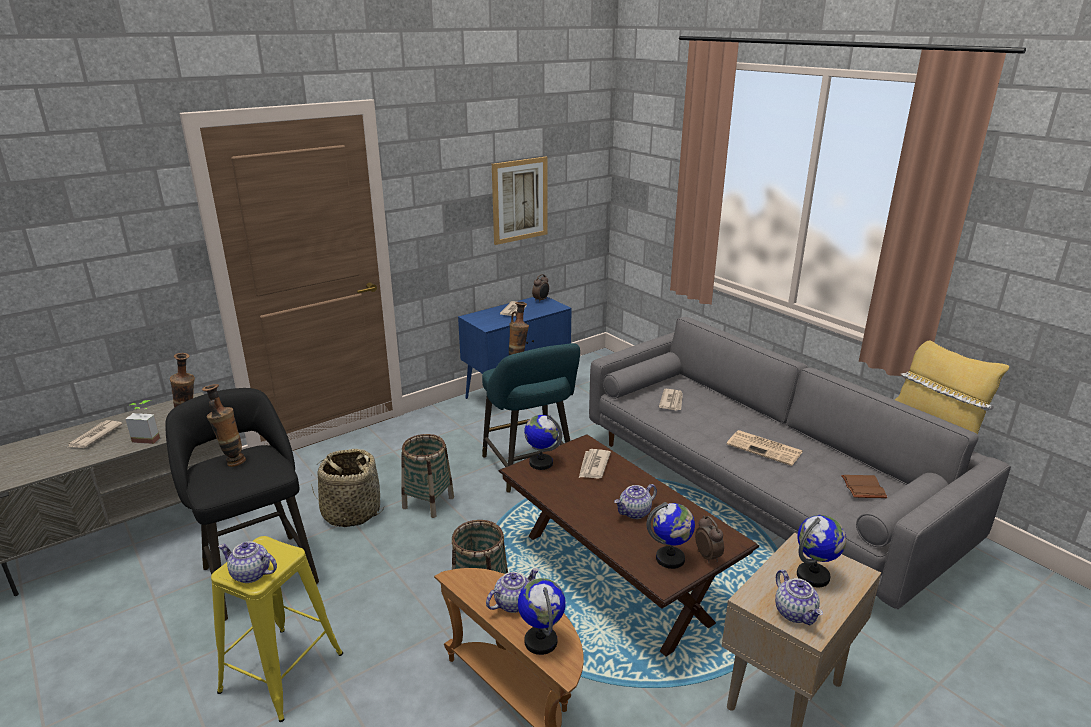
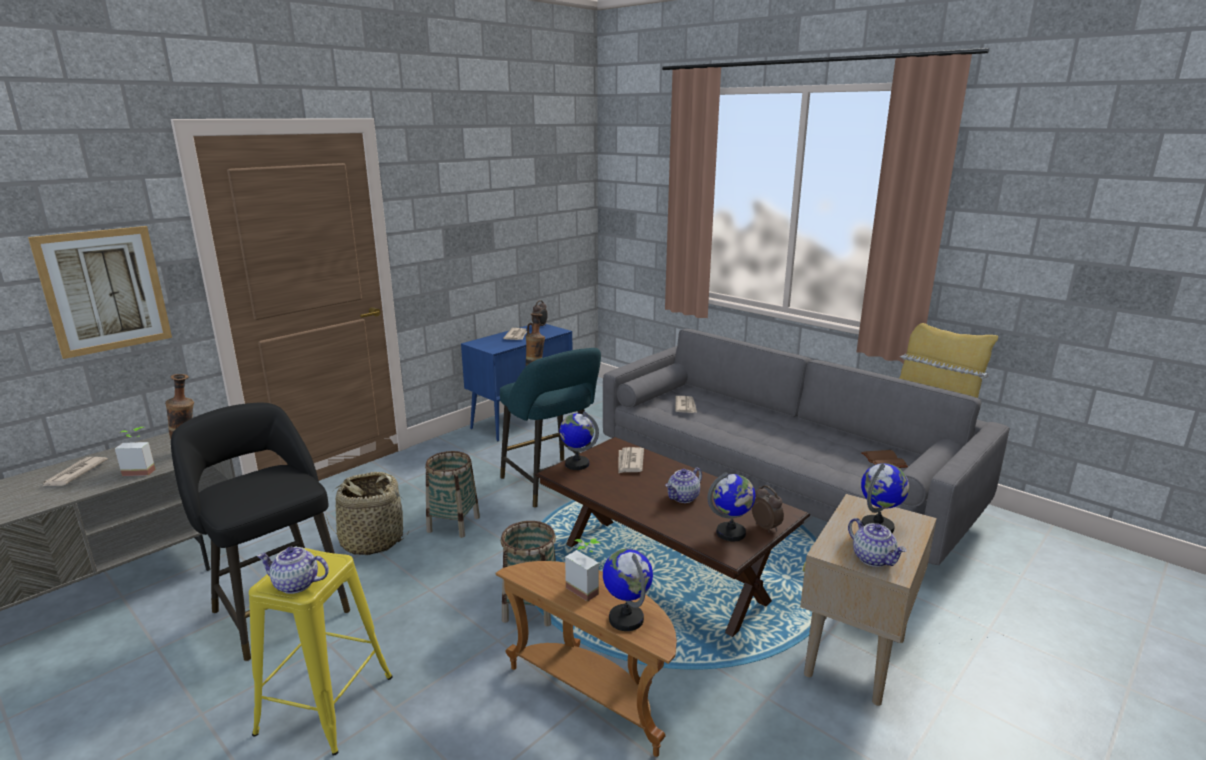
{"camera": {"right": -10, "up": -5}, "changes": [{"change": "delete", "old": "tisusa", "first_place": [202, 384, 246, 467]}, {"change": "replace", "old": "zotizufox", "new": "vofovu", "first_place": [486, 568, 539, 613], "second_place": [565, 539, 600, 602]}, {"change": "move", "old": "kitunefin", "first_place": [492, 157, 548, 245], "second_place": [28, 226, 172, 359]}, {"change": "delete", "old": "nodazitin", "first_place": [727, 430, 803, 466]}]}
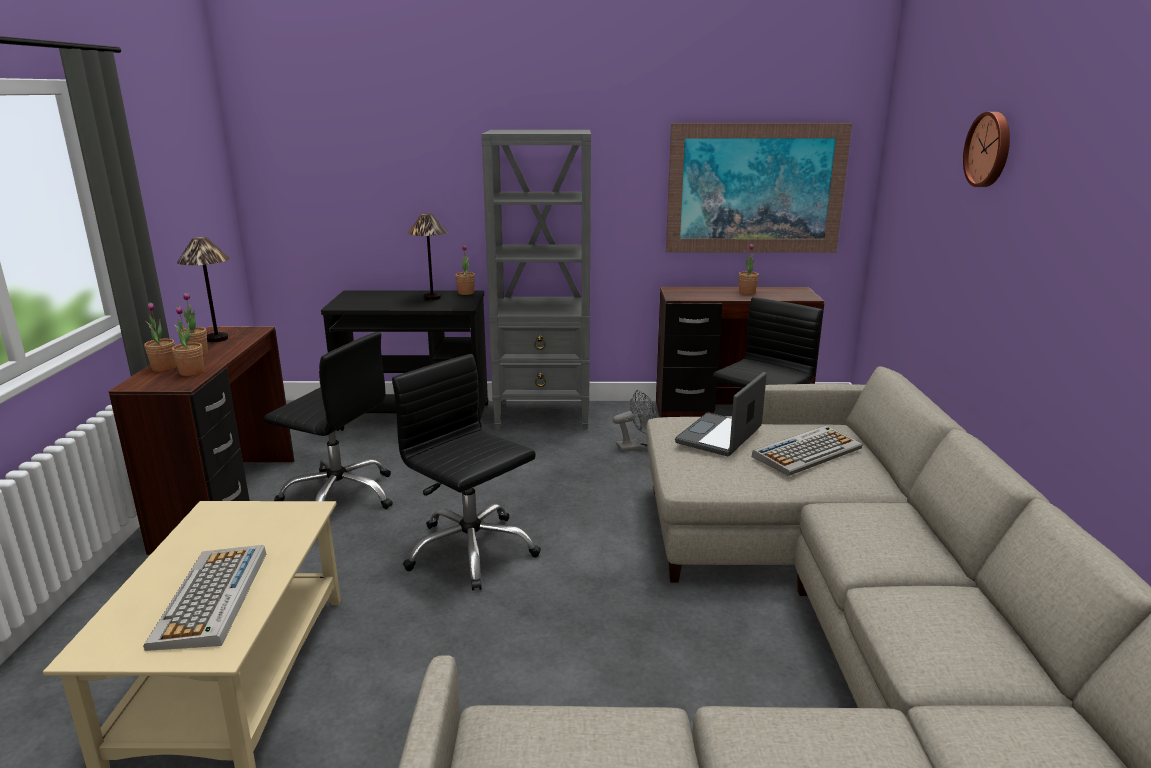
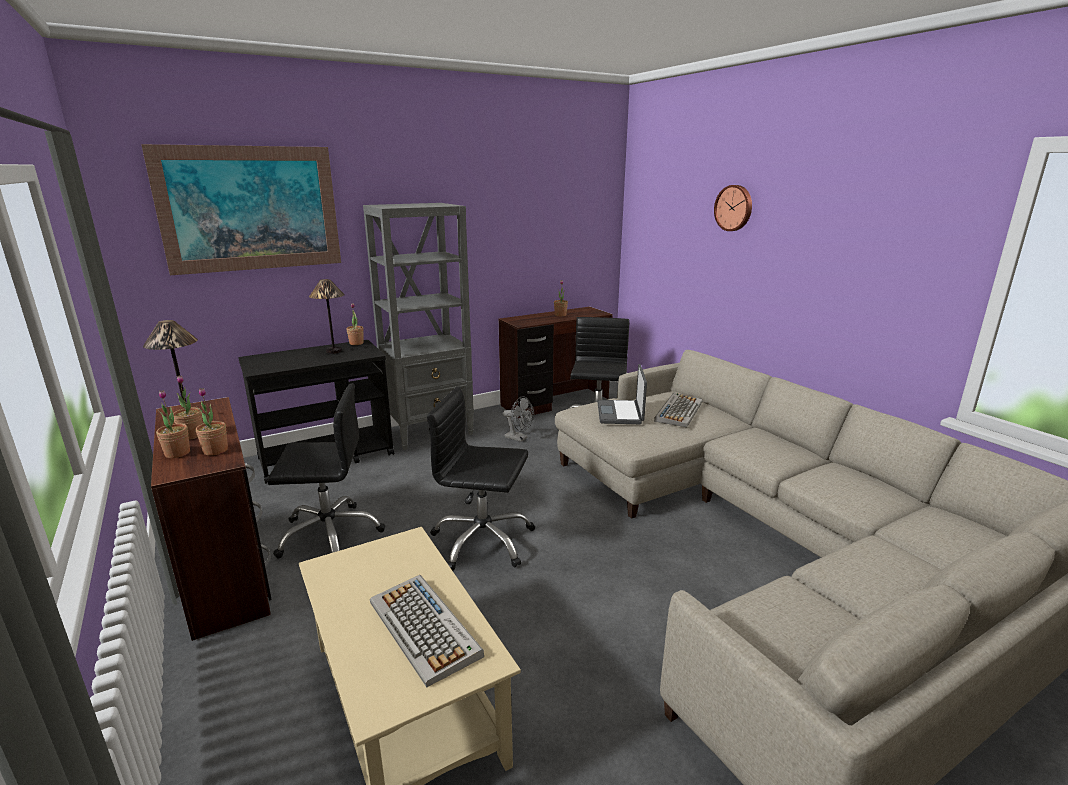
{"camera": {"right": -30, "up": 0}, "changes": [{"change": "rotate", "old": "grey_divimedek", "first_place": [613, 390, 656, 452], "second_place": [503, 396, 534, 442], "degrees": 75}, {"change": "move", "old": "kitunefin", "first_place": [666, 123, 852, 253], "second_place": [141, 144, 341, 275]}]}
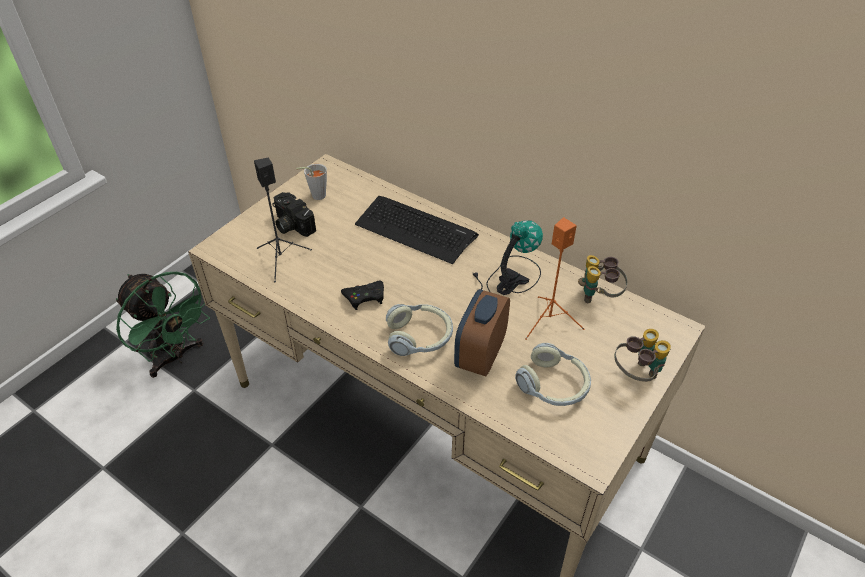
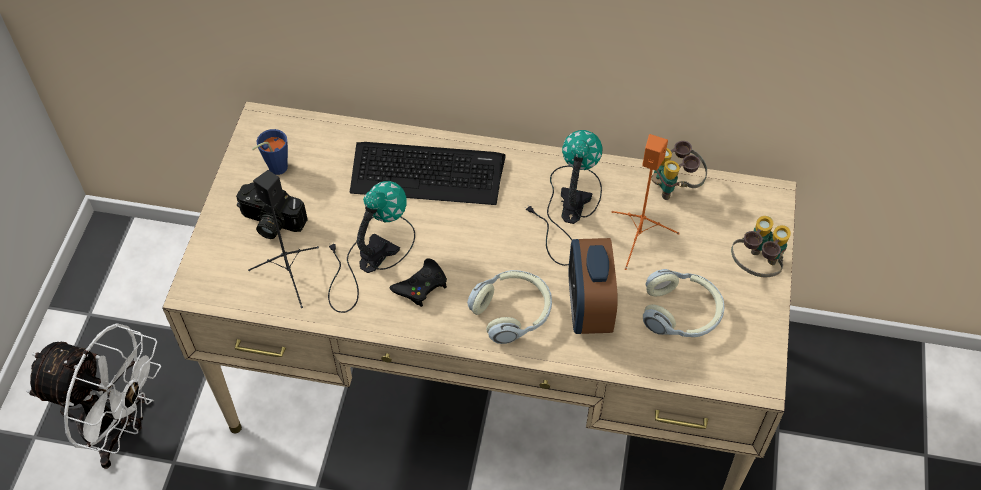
{"camera": {"right": -25, "up": 10}, "changes": [{"change": "recolor", "old": "green_divimedek", "new": "white_divimedek", "first_place": [116, 272, 210, 378], "second_place": [26, 323, 161, 469]}, {"change": "recolor", "old": "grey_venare", "new": "blue_venare", "first_place": [296, 164, 327, 200], "second_place": [252, 129, 288, 175]}, {"change": "insert", "new": "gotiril", "second_place": [328, 181, 415, 313]}]}
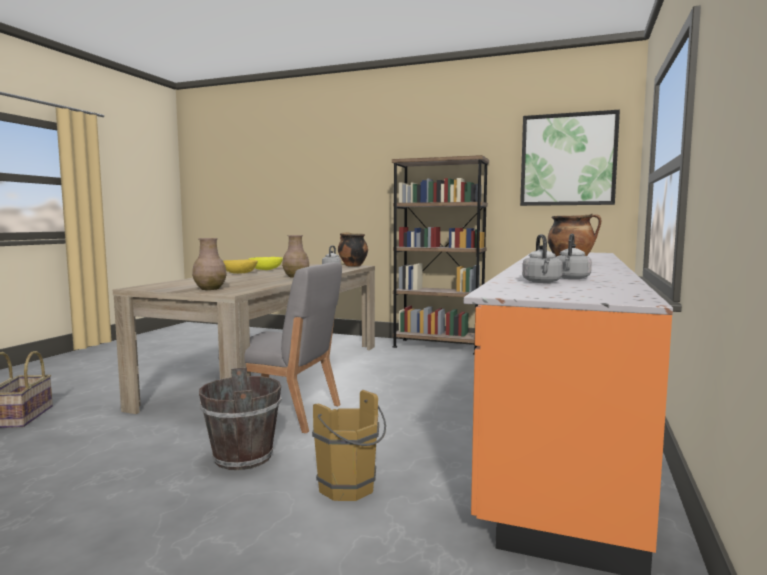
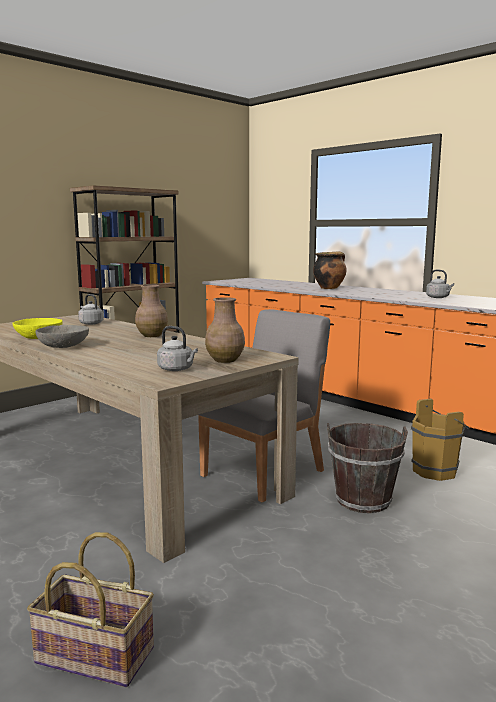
{"camera": {"right": -65, "up": 5}, "changes": [{"change": "recolor", "old": "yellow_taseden", "new": "grey_taseden", "first_place": [223, 259, 258, 274], "second_place": [35, 325, 89, 348]}, {"change": "delete", "old": "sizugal", "first_place": [338, 232, 368, 267]}, {"change": "delete", "old": "kitunefin", "first_place": [520, 110, 620, 206]}, {"change": "move", "old": "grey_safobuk", "first_place": [522, 234, 563, 283], "second_place": [157, 326, 198, 371]}]}
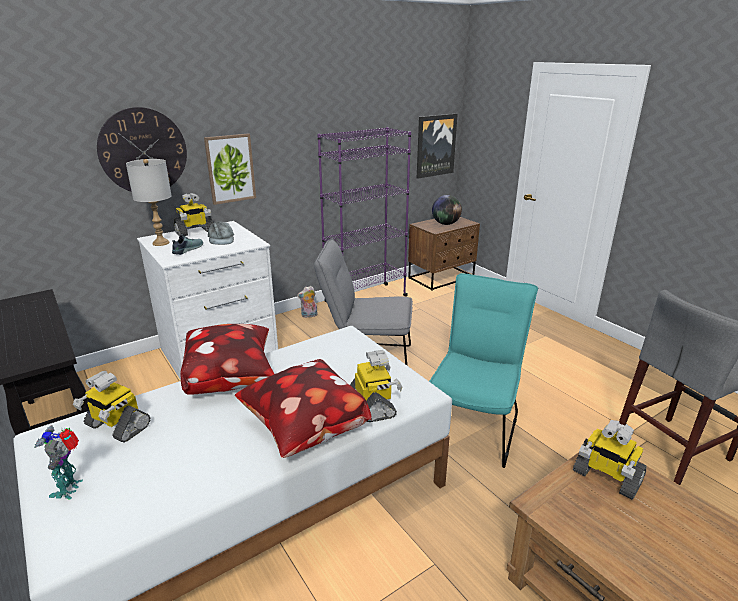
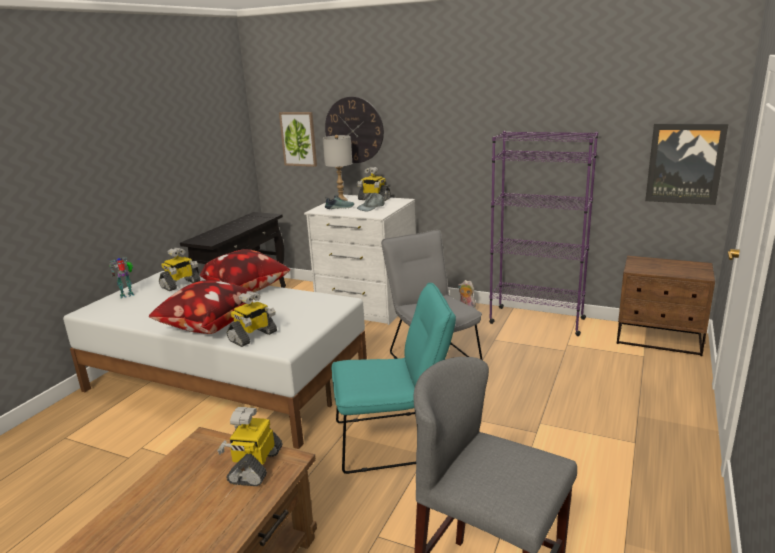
{"camera": {"right": 60, "up": -5}, "changes": [{"change": "rotate", "old": "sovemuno", "first_place": [73, 371, 150, 443], "second_place": [159, 247, 201, 291], "degrees": -135}, {"change": "move", "old": "kitunefin", "first_place": [204, 134, 256, 205], "second_place": [279, 112, 317, 167]}, {"change": "delete", "old": "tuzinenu", "first_place": [432, 195, 462, 225]}]}
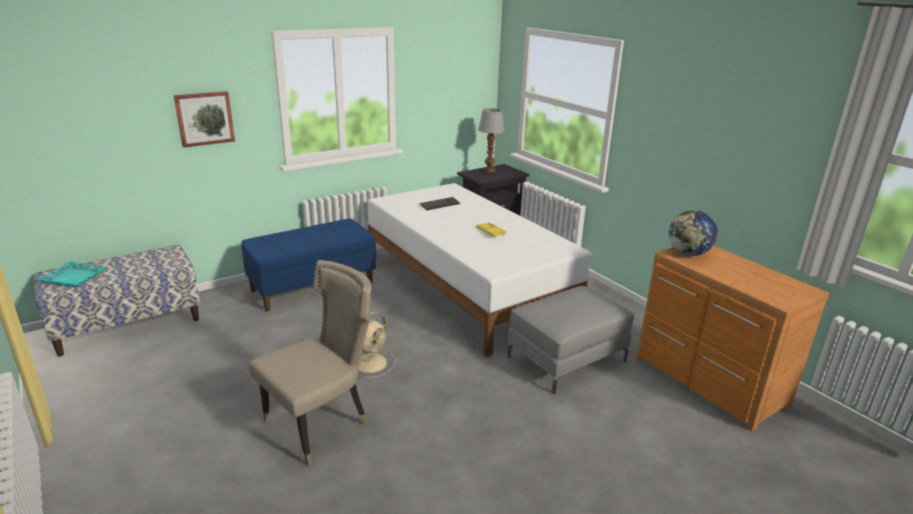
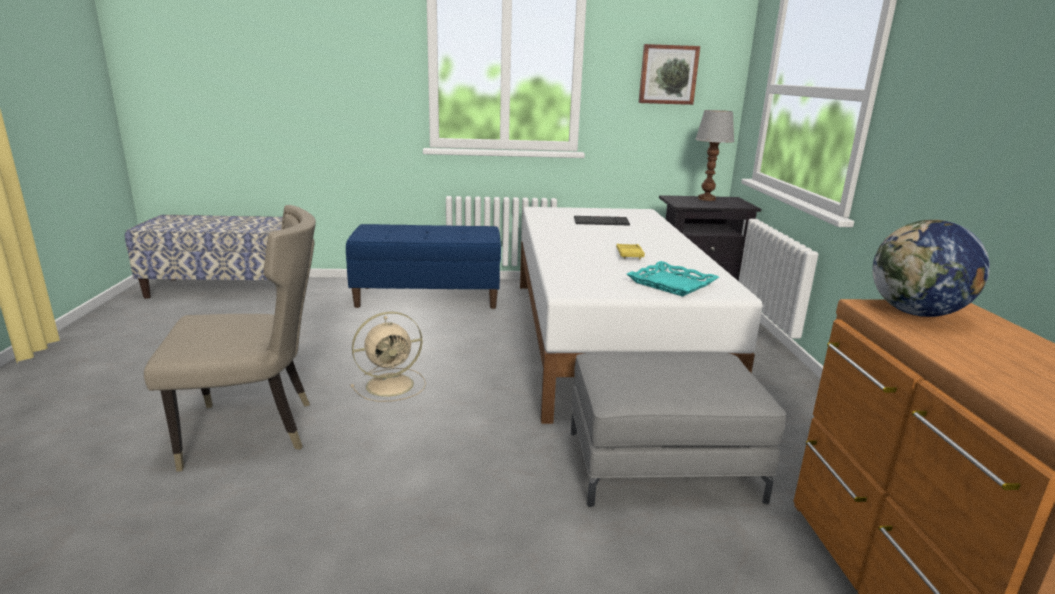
{"camera": {"right": 30, "up": -5}, "changes": [{"change": "move", "old": "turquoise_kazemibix", "first_place": [37, 261, 106, 288], "second_place": [627, 261, 719, 297]}, {"change": "move", "old": "kitunefin", "first_place": [174, 91, 235, 148], "second_place": [638, 44, 700, 105]}]}
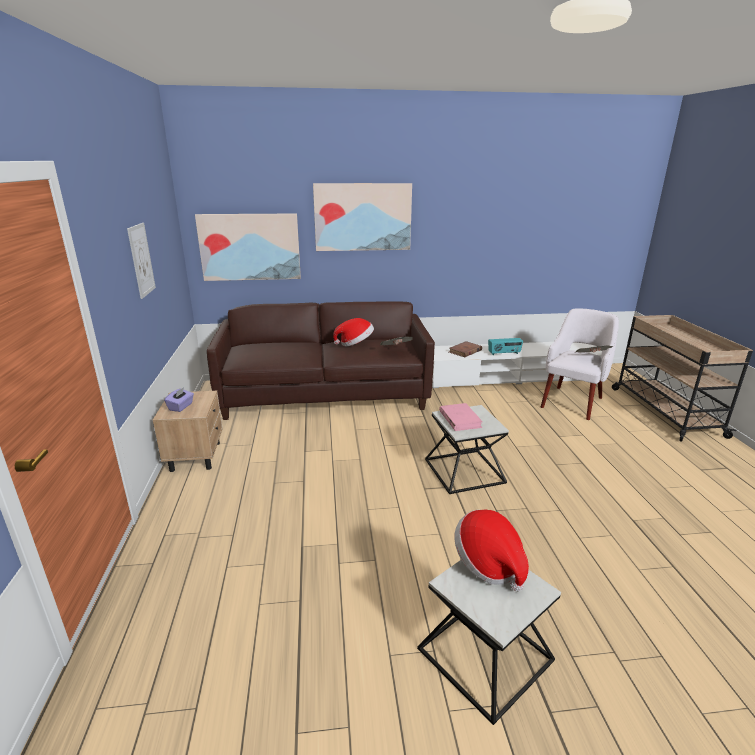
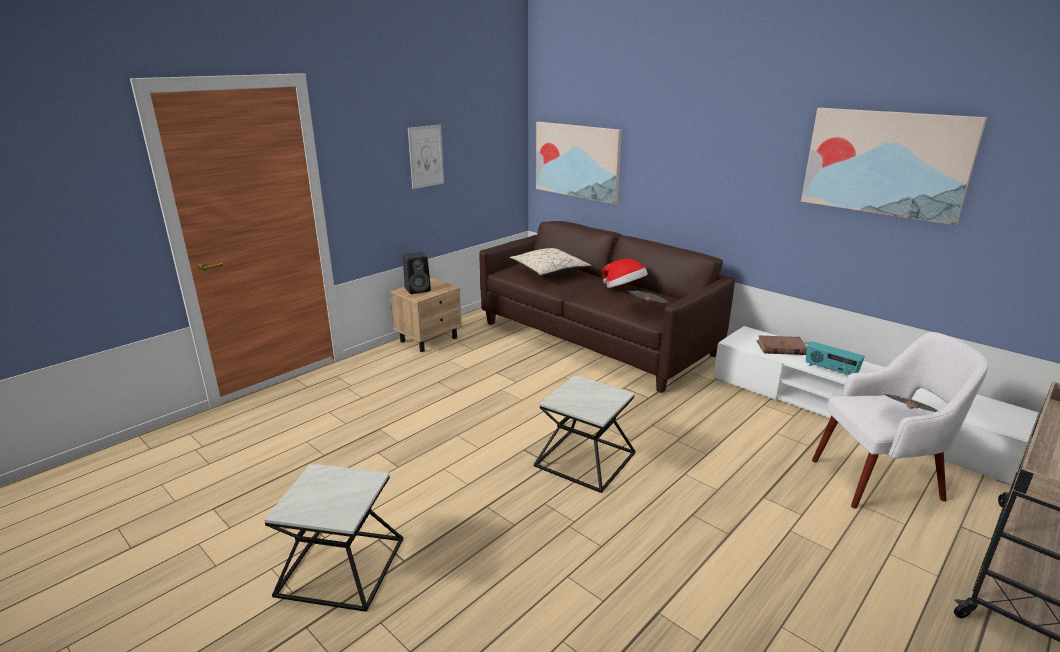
{"camera": {"right": 50, "up": 0}, "changes": [{"change": "replace", "old": "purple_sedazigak", "new": "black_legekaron", "first_place": [164, 387, 194, 412], "second_place": [403, 252, 431, 294]}, {"change": "move", "old": "kitunefin", "first_place": [313, 183, 412, 251], "second_place": [801, 108, 987, 225]}, {"change": "delete", "old": "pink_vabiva", "first_place": [439, 403, 483, 431]}, {"change": "delete", "old": "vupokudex", "first_place": [454, 510, 529, 591]}, {"change": "insert", "new": "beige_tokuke", "second_place": [510, 248, 591, 276]}]}
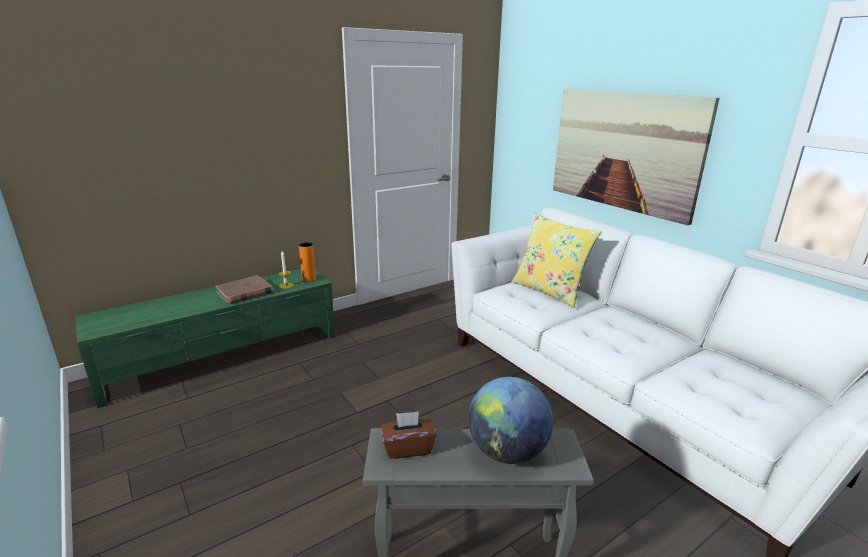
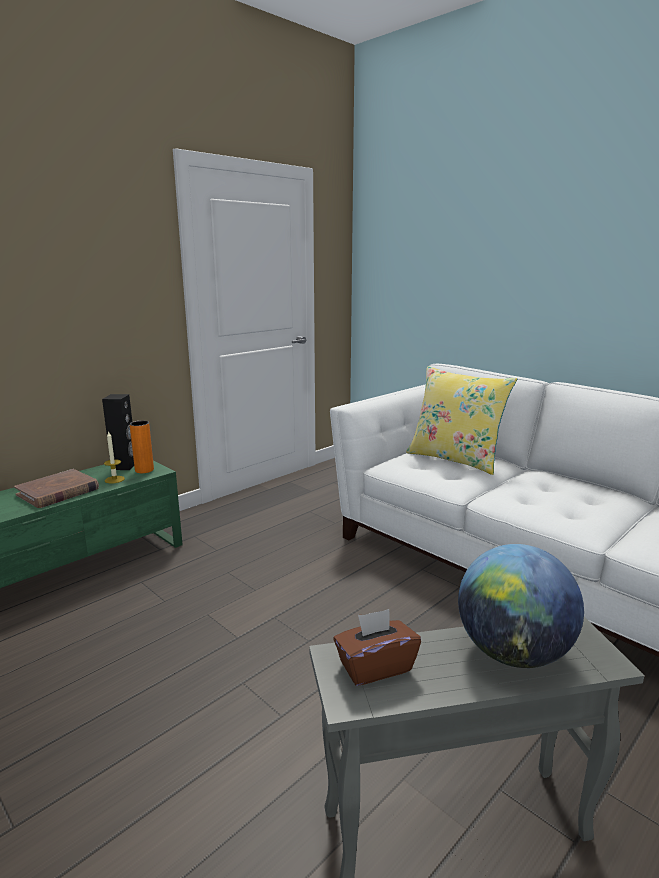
{"camera": {"right": -10, "up": -5}, "changes": [{"change": "delete", "old": "kitunefin", "first_place": [553, 89, 720, 225]}, {"change": "insert", "new": "black_legekaron", "second_place": [102, 394, 134, 470]}]}
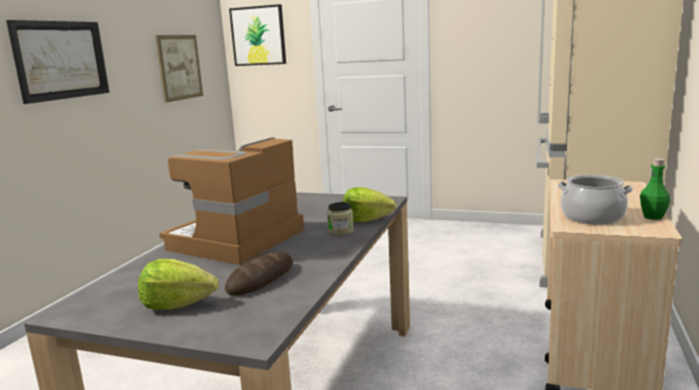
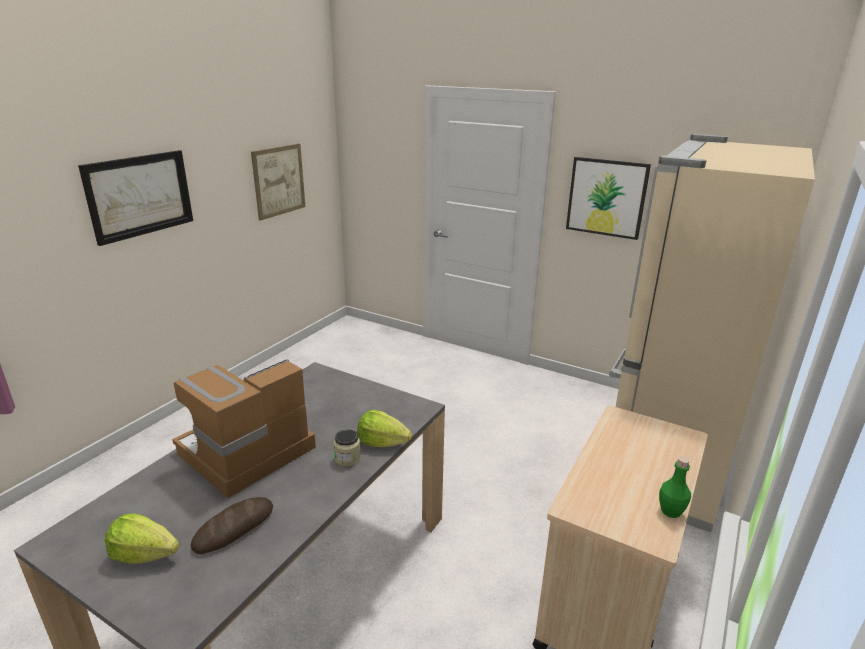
{"camera": {"right": 10, "up": 10}, "changes": [{"change": "move", "old": "kitunefin", "first_place": [229, 4, 286, 66], "second_place": [566, 157, 651, 240]}, {"change": "delete", "old": "sizugal", "first_place": [557, 175, 633, 224]}]}
